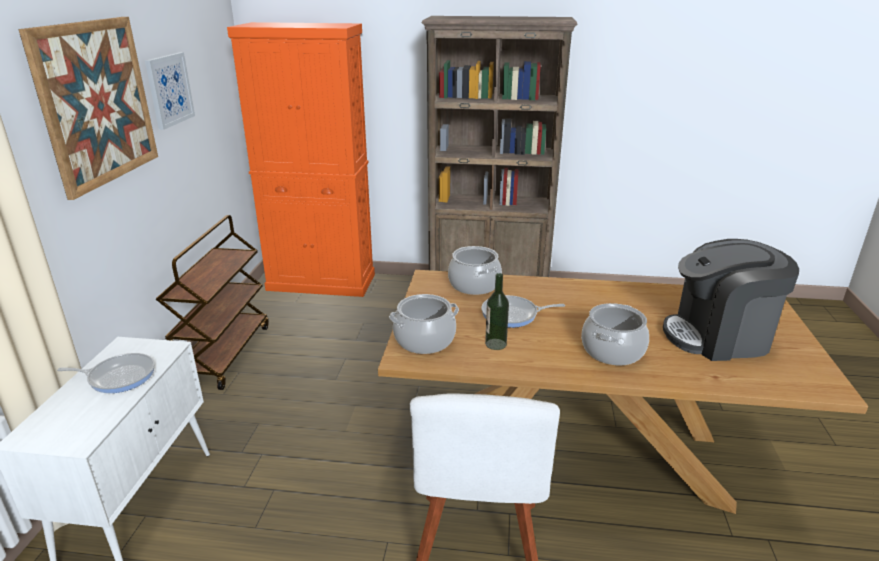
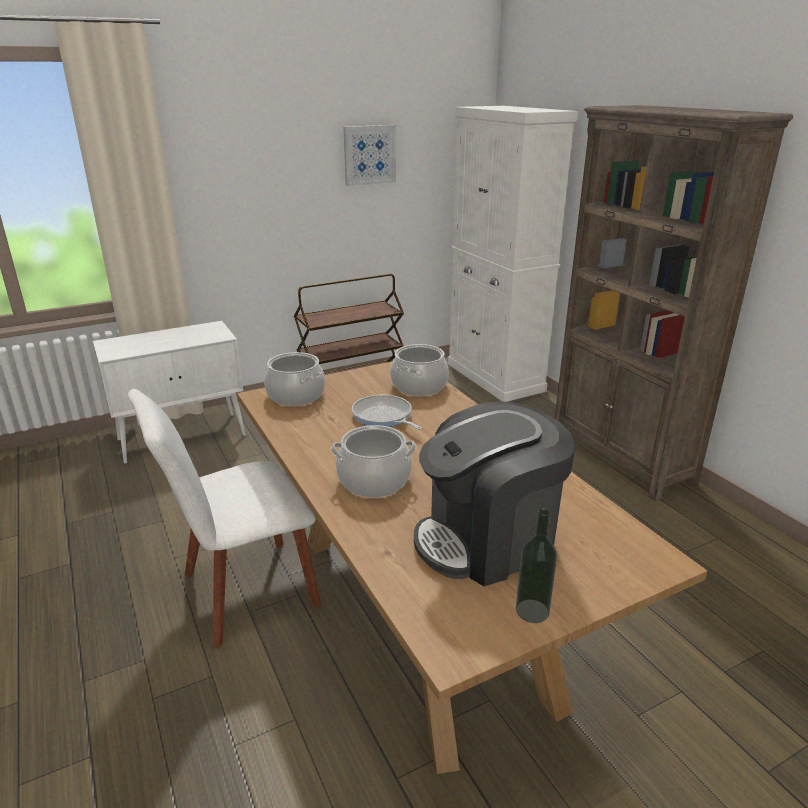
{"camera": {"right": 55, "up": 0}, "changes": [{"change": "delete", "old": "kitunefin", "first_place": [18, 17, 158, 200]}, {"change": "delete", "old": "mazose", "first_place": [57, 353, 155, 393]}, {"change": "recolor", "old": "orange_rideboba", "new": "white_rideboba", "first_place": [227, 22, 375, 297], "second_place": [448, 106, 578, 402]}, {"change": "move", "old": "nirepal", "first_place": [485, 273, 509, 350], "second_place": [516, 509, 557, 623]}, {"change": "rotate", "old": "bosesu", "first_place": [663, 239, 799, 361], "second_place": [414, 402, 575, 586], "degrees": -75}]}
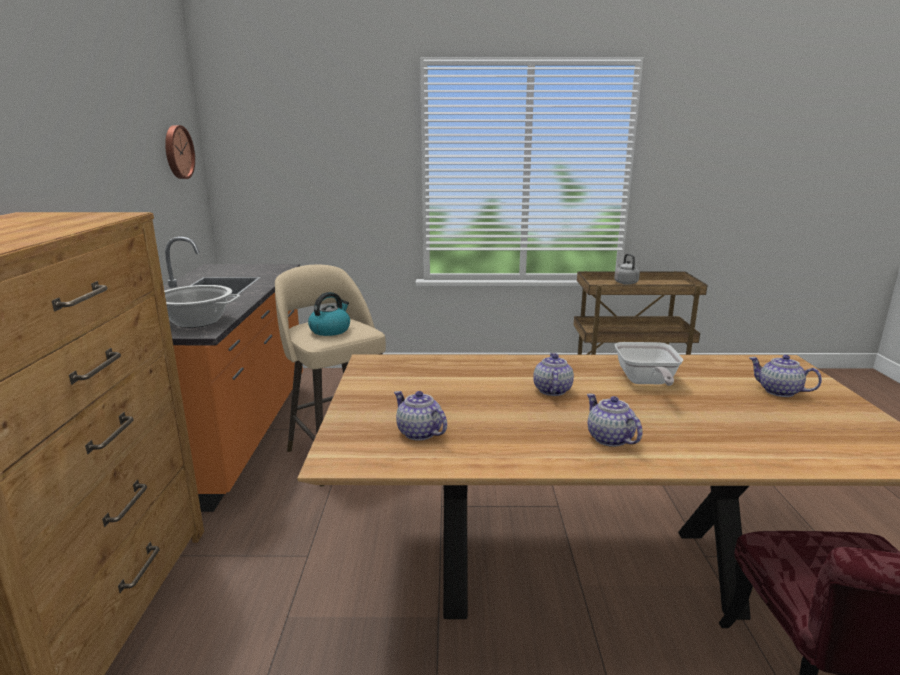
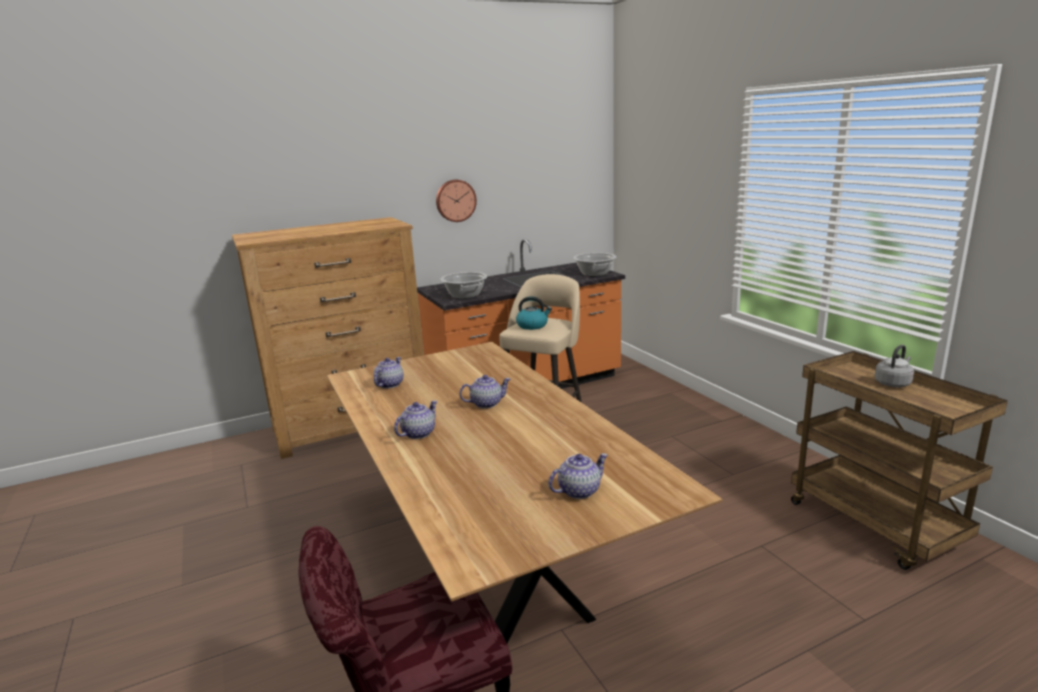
{"camera": {"right": 65, "up": 0}, "changes": [{"change": "move", "old": "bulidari", "first_place": [165, 125, 195, 179], "second_place": [436, 180, 477, 222]}, {"change": "delete", "old": "mazose", "first_place": [615, 342, 683, 386]}, {"change": "rotate", "old": "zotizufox", "first_place": [749, 355, 822, 397], "second_place": [548, 453, 608, 499], "degrees": 45}, {"change": "insert", "new": "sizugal", "second_place": [573, 253, 617, 277]}]}
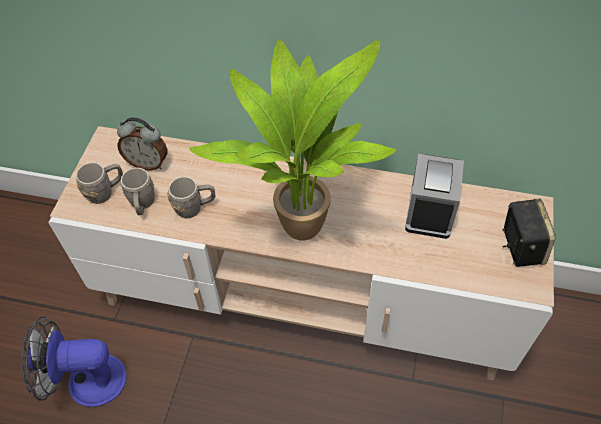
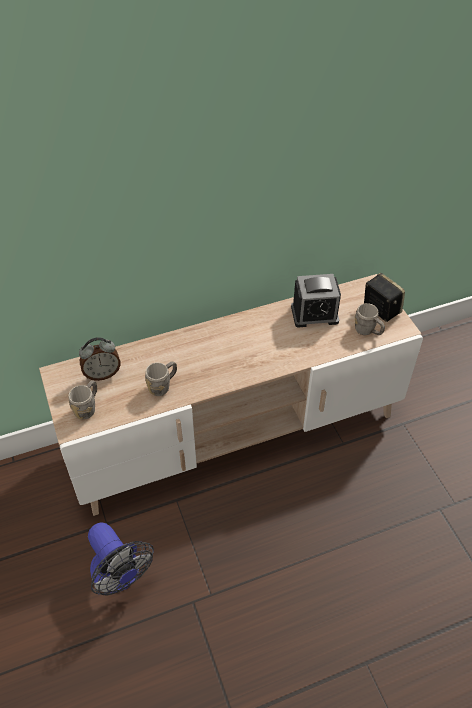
{"camera": {"right": -35, "up": -5}, "changes": [{"change": "rotate", "old": "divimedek", "first_place": [22, 316, 127, 407], "second_place": [88, 522, 154, 596], "degrees": -90}, {"change": "move", "old": "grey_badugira", "first_place": [121, 168, 155, 215], "second_place": [355, 303, 385, 335]}, {"change": "delete", "old": "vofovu", "first_place": [189, 39, 397, 240]}, {"change": "rotate", "old": "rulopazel", "first_place": [405, 154, 464, 239], "second_place": [291, 274, 341, 328], "degrees": -75}]}
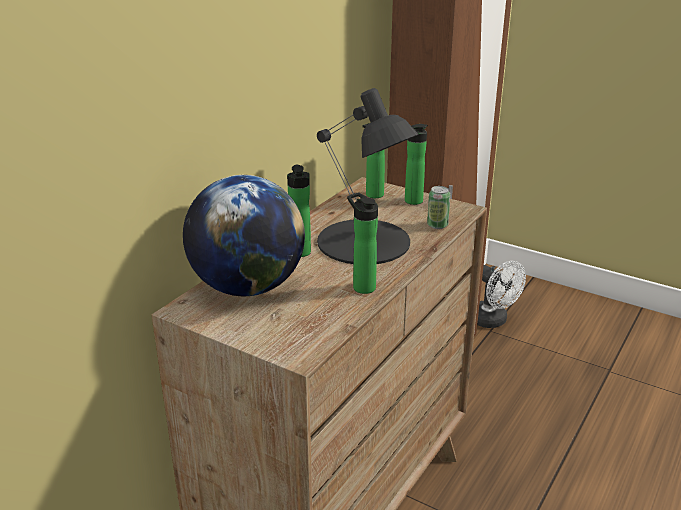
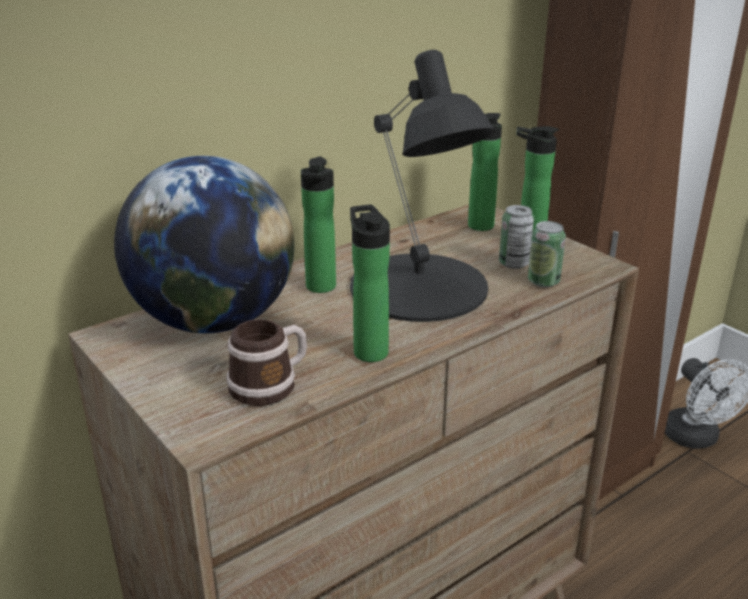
{"camera": {"right": 20, "up": 0}, "changes": [{"change": "insert", "new": "badugira", "second_place": [226, 319, 307, 406]}, {"change": "insert", "new": "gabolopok", "second_place": [499, 205, 534, 269]}]}
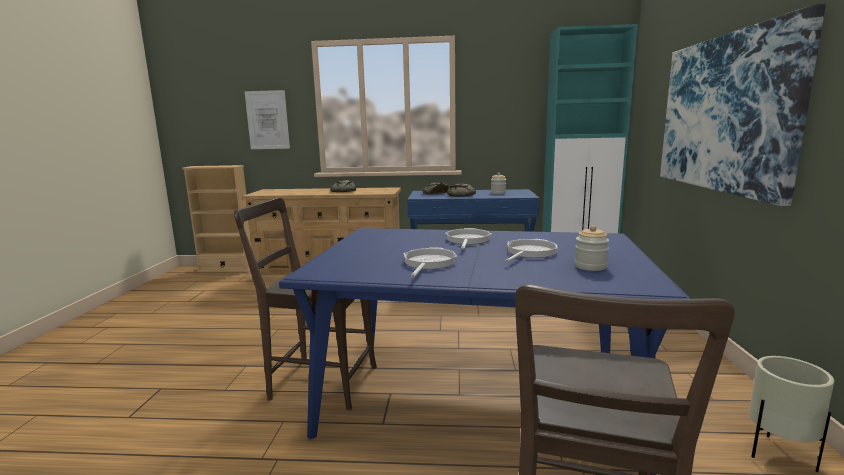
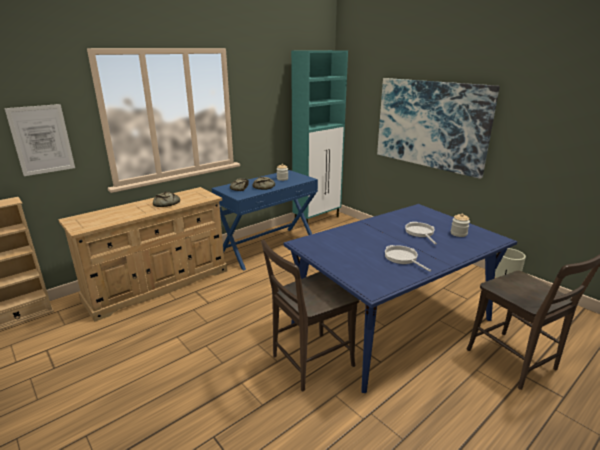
{"camera": {"right": -45, "up": 10}, "changes": [{"change": "delete", "old": "mazose", "first_place": [445, 228, 491, 250]}]}
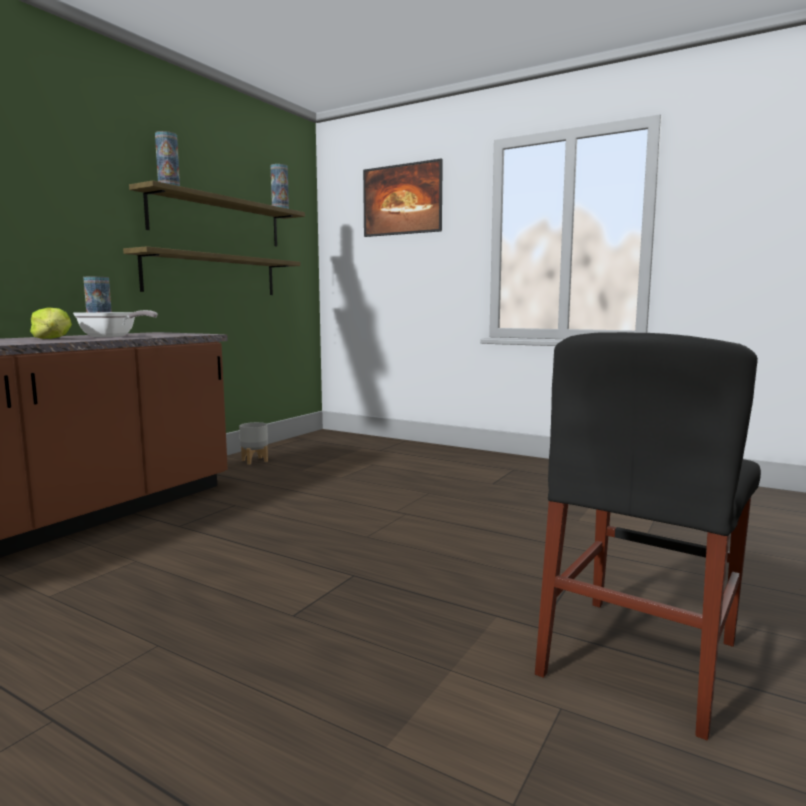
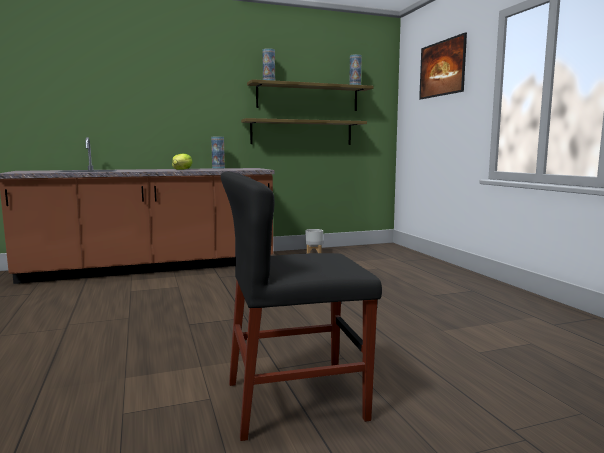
{"camera": {"right": 40, "up": 0}, "changes": [{"change": "delete", "old": "mazose", "first_place": [73, 310, 158, 337]}]}
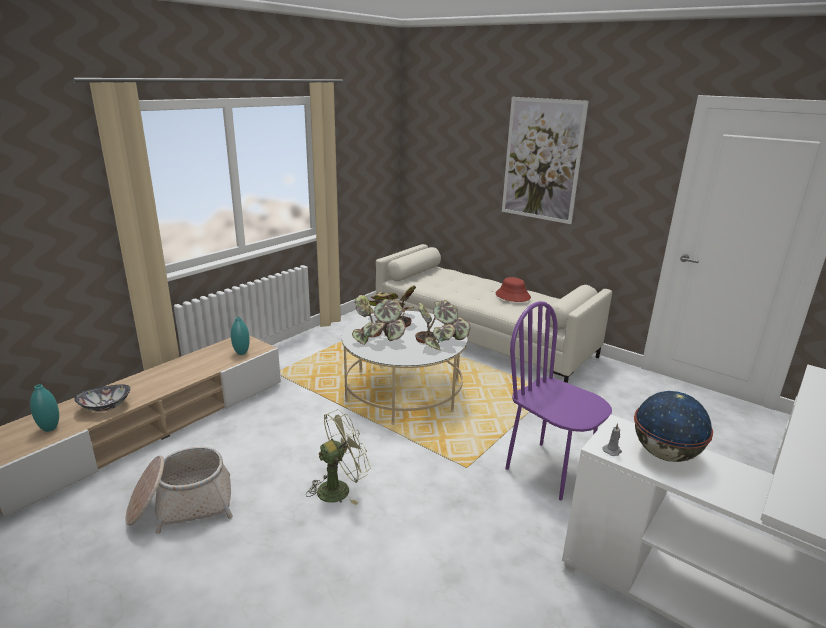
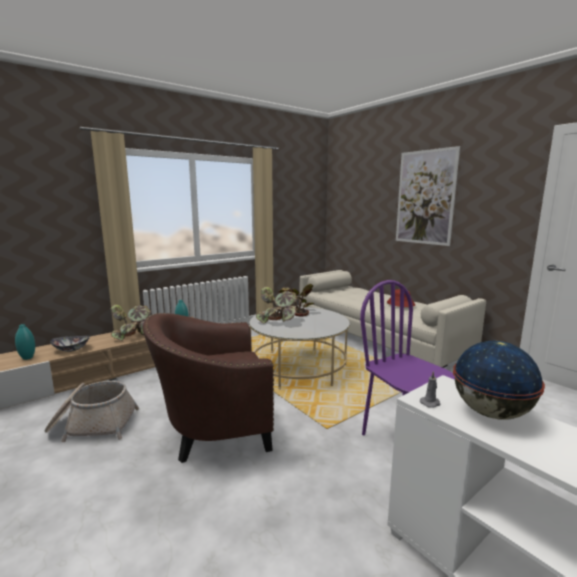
{"camera": {"right": 15, "up": -10}, "changes": [{"change": "replace", "old": "green_divimedek", "new": "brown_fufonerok", "first_place": [306, 409, 371, 505], "second_place": [143, 313, 274, 463]}, {"change": "move", "old": "vofovu", "first_place": [415, 300, 471, 351], "second_place": [110, 305, 151, 341]}]}
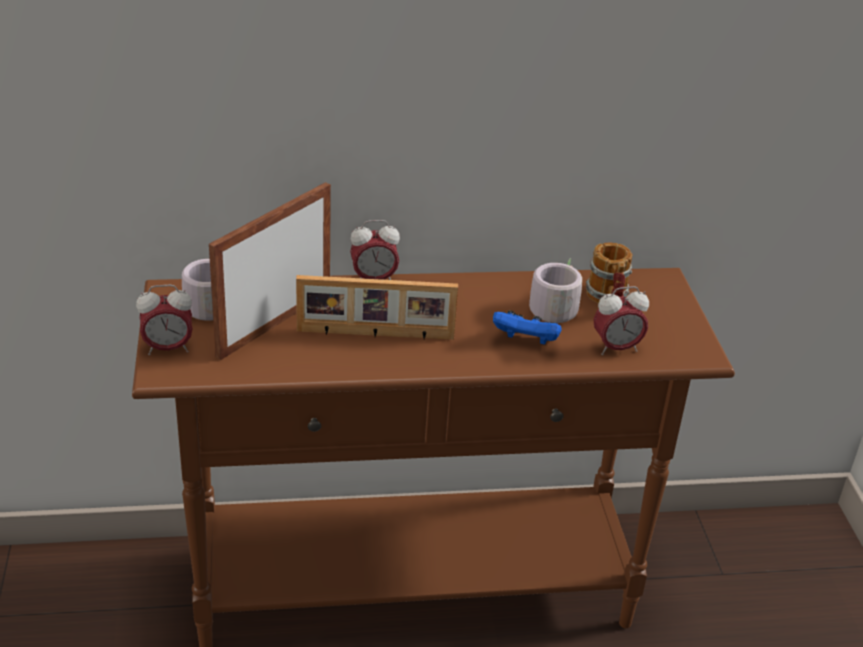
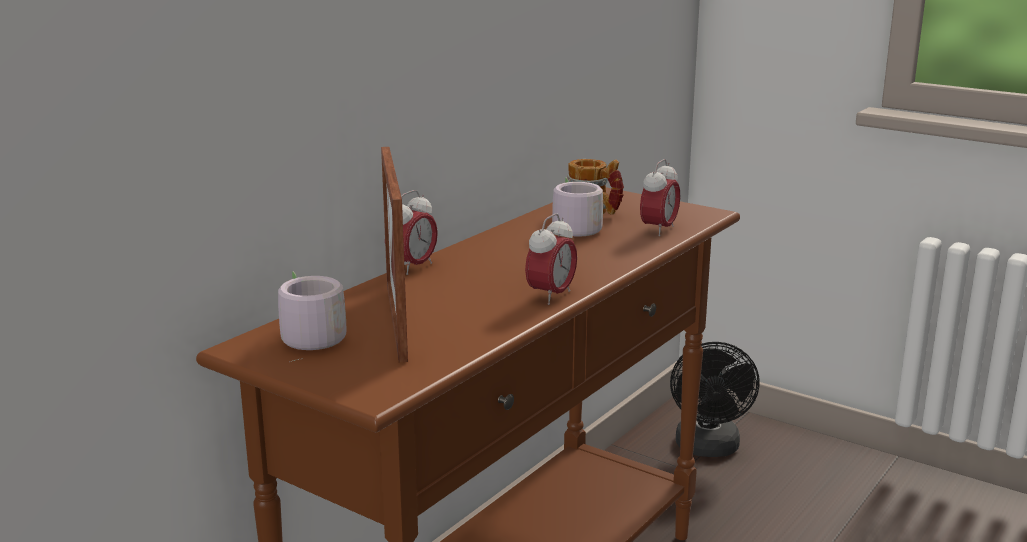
{"camera": {"right": -45, "up": -15}, "changes": [{"change": "move", "old": "rulopazel", "first_place": [136, 284, 192, 355], "second_place": [525, 213, 577, 305]}, {"change": "delete", "old": "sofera", "first_place": [296, 275, 458, 340]}, {"change": "delete", "old": "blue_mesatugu", "first_place": [493, 310, 562, 345]}, {"change": "insert", "new": "black_divimedek", "second_place": [670, 342, 760, 457]}]}
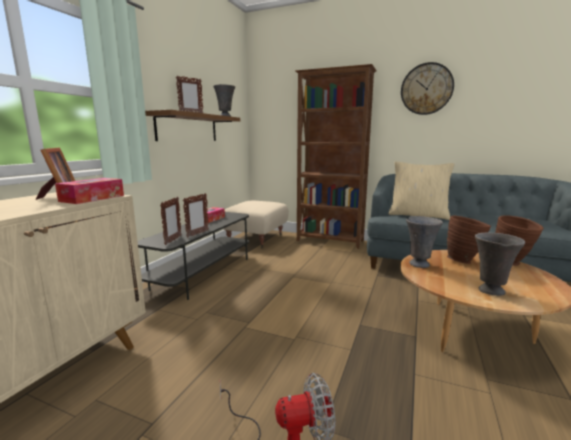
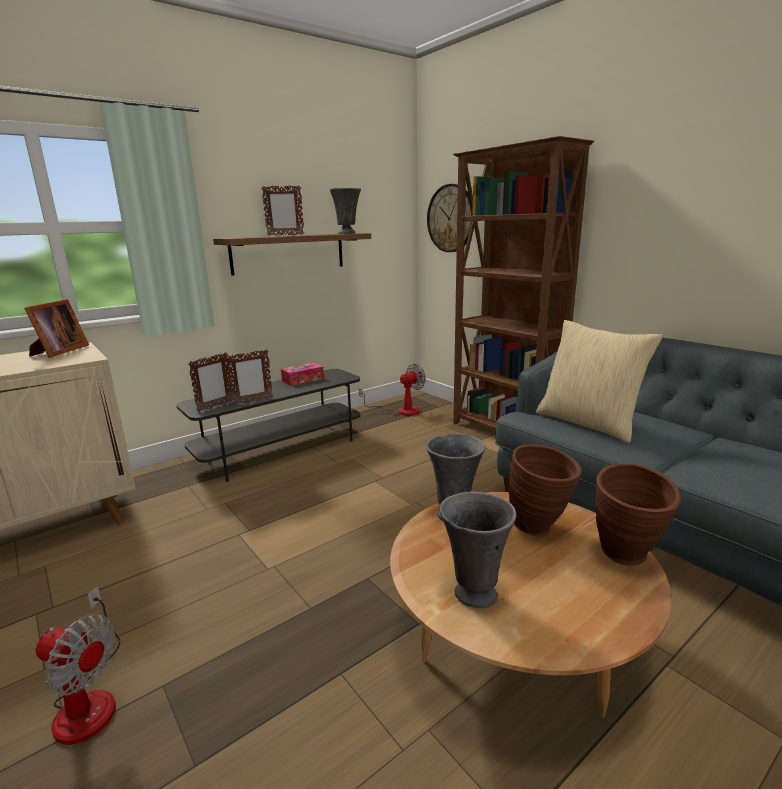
{"camera": {"right": 30, "up": 5}, "changes": [{"change": "delete", "old": "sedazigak", "first_place": [55, 178, 124, 204]}, {"change": "replace", "old": "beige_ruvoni", "new": "divimedek", "first_place": [223, 201, 289, 248], "second_place": [359, 364, 426, 416]}, {"change": "move", "old": "bulidari", "first_place": [401, 62, 454, 115], "second_place": [427, 184, 472, 252]}]}
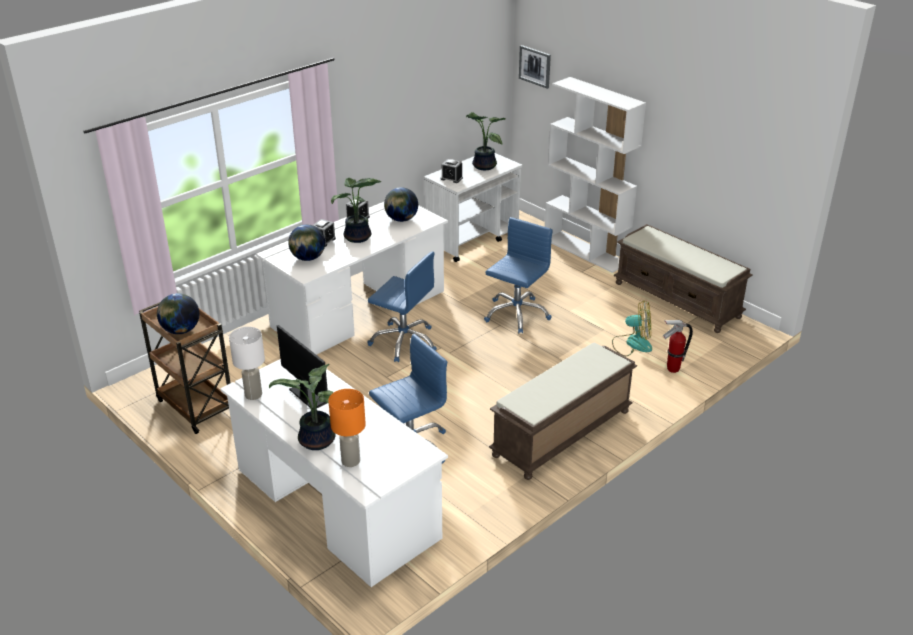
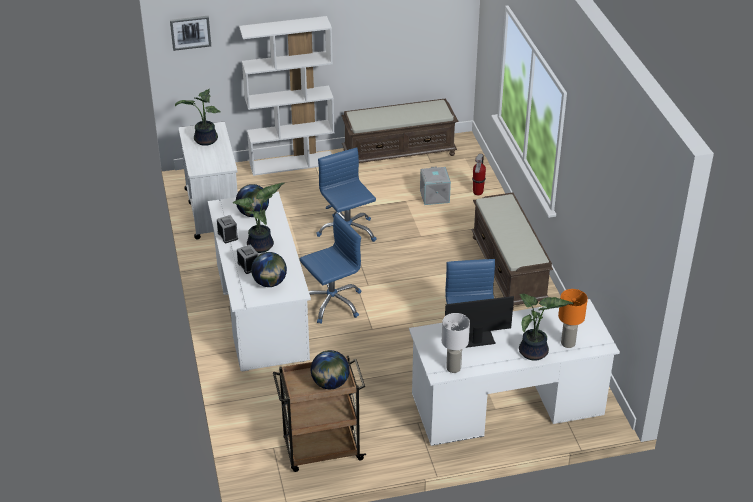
{"camera": {"right": -60, "up": 5}, "changes": [{"change": "delete", "old": "rulopazel", "first_place": [441, 159, 463, 183]}, {"change": "replace", "old": "divimedek", "new": "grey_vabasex", "first_place": [612, 300, 652, 356], "second_place": [420, 166, 451, 205]}]}
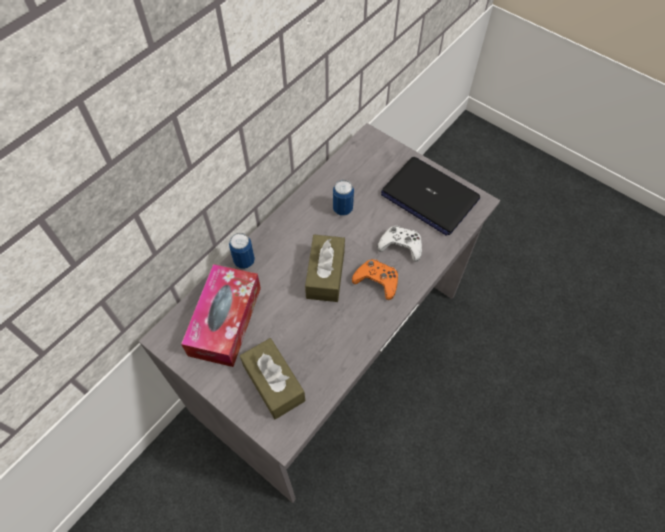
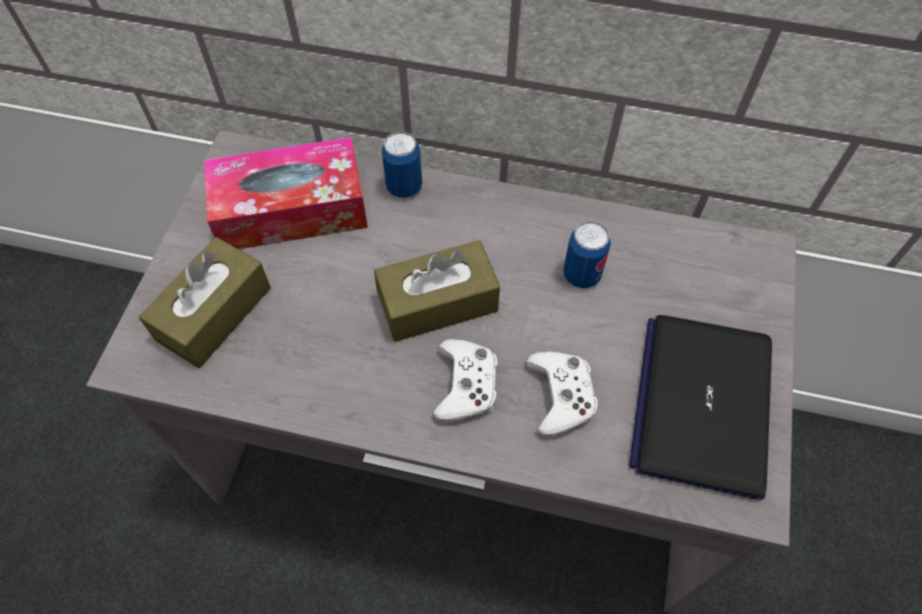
{"camera": {"right": 65, "up": 0}, "changes": [{"change": "recolor", "old": "orange_mesatugu", "new": "white_mesatugu", "first_place": [352, 259, 398, 300], "second_place": [433, 339, 498, 423]}]}
